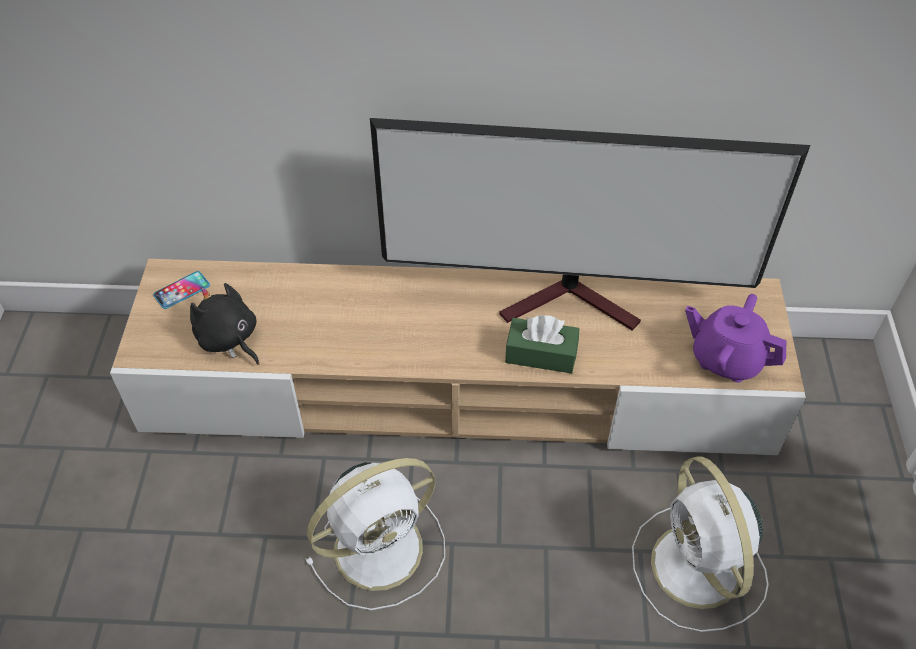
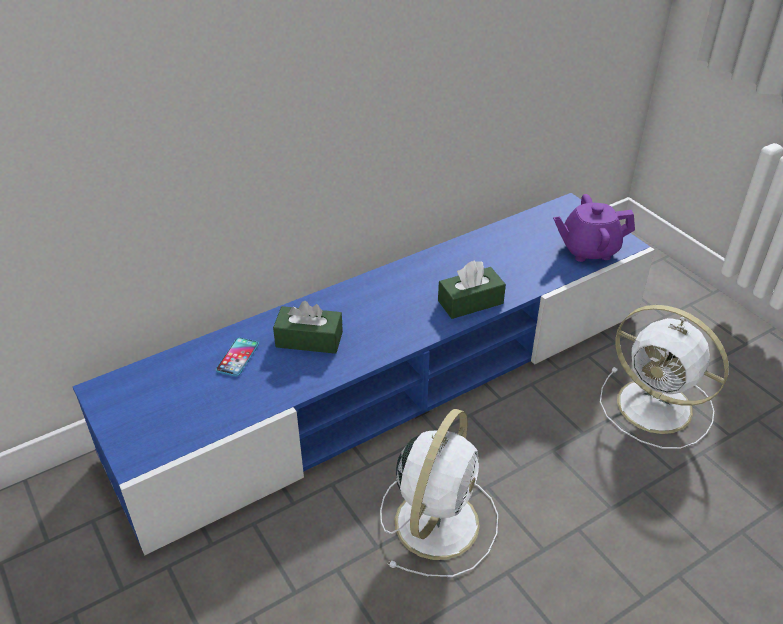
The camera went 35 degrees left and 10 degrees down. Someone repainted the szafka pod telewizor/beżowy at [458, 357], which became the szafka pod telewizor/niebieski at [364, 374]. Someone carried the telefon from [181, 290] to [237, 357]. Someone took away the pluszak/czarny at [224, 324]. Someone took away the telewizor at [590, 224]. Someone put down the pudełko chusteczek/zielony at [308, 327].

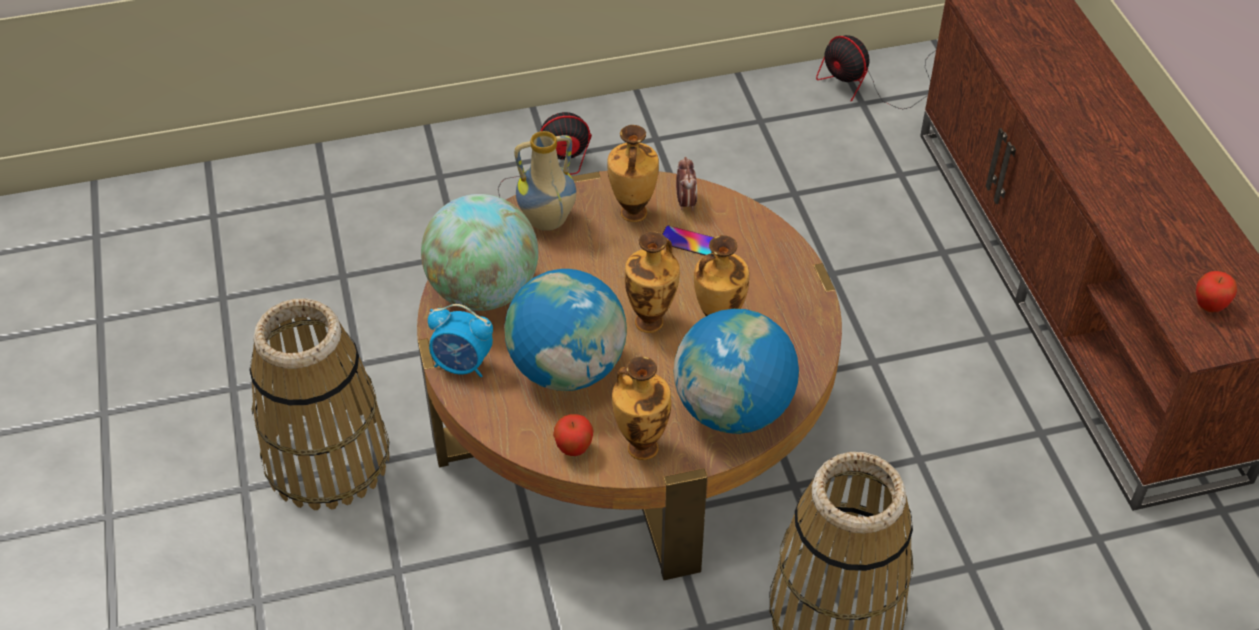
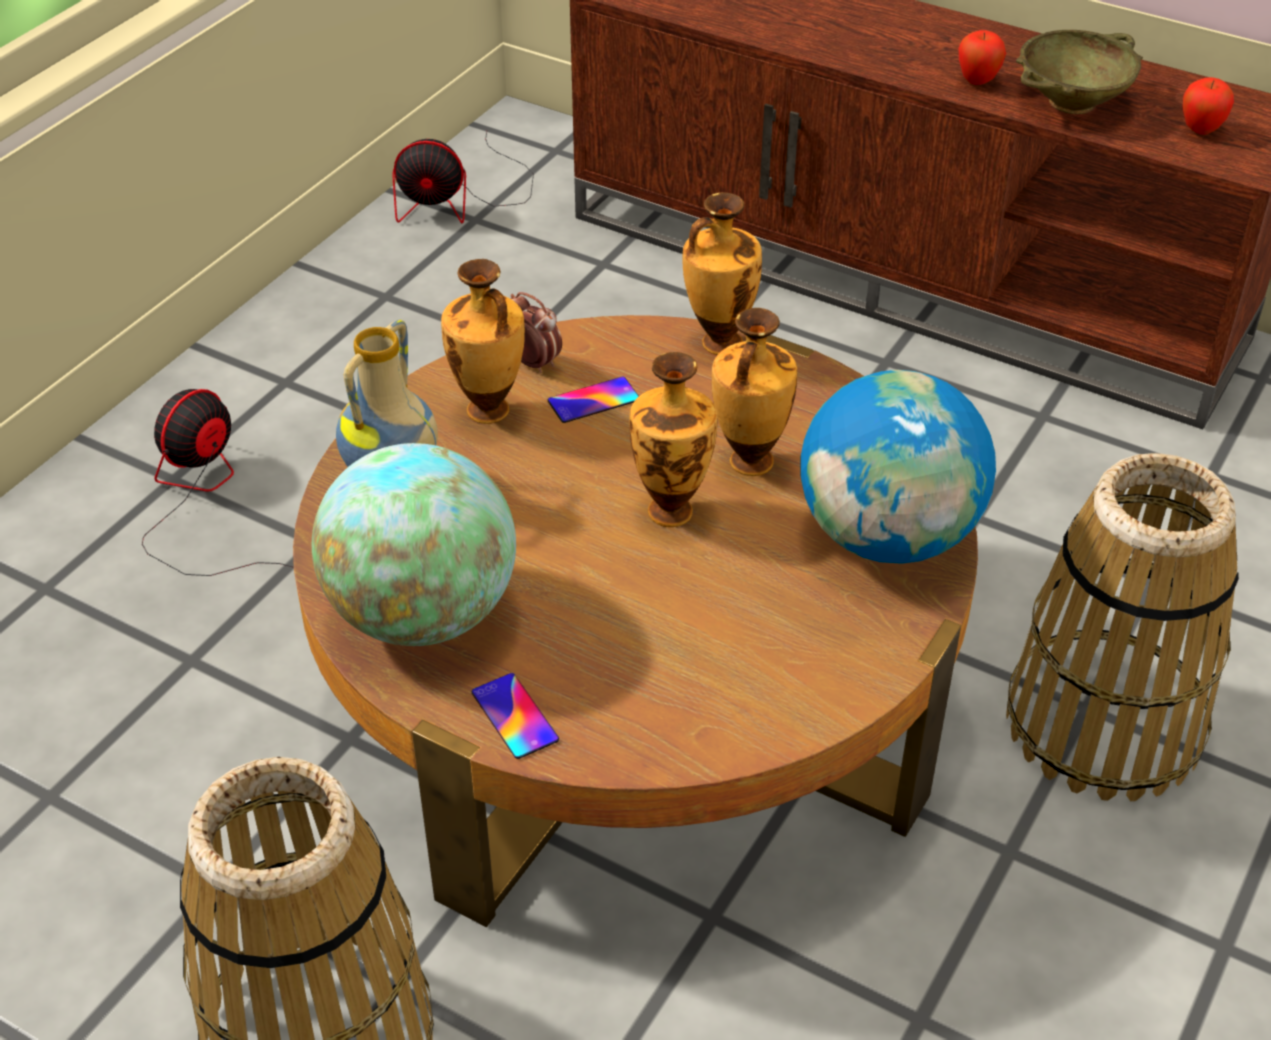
The camera went 45 degrees left and 5 degrees down. Someone swapped the budzik at [460, 340] for the telefon at [515, 716]. Someone took away the globus at [565, 330]. Someone carried the jabłko from [573, 435] to [982, 57]. Someone carried the wazon from [641, 408] to [722, 273]. Someone put down the miska/beżowy at [1079, 72].

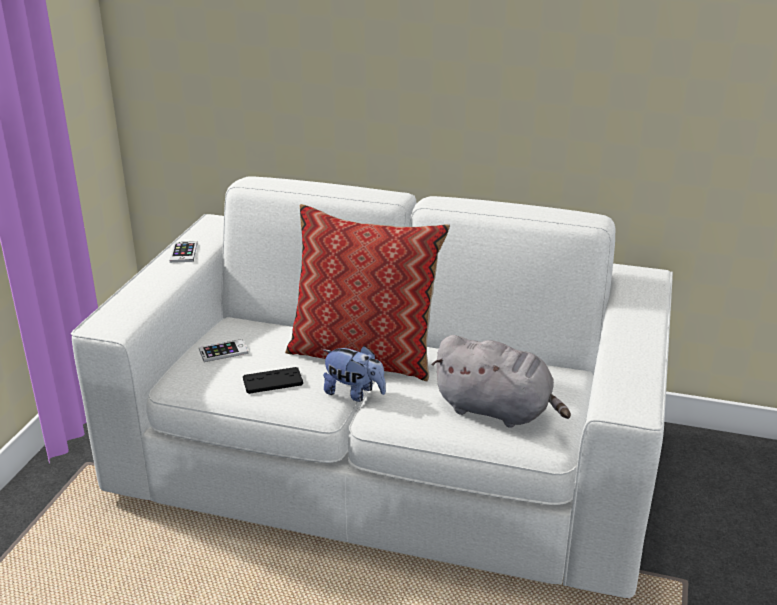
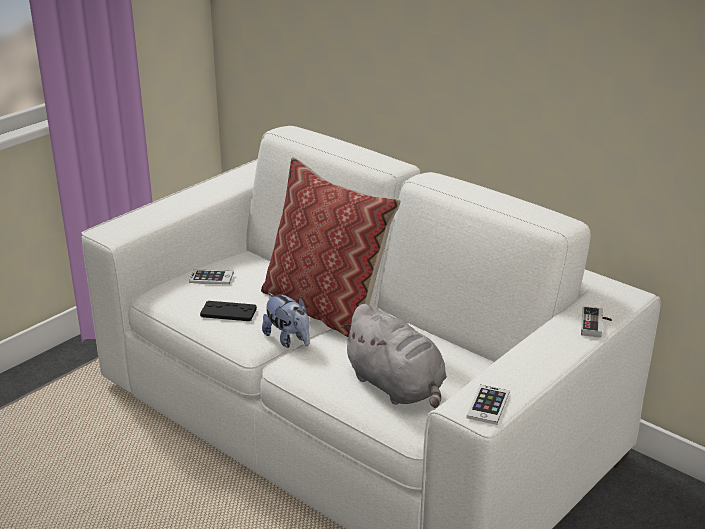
The camera went 25 degrees right and 0 degrees up. Someone carried the telefon from [183, 252] to [488, 405]. Someone put down the pad do gier at [596, 322].

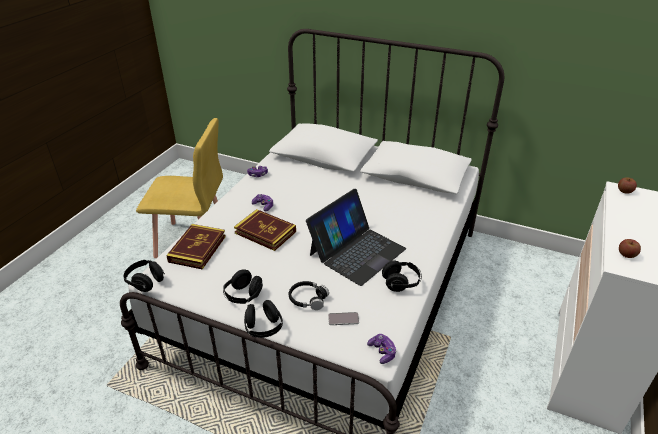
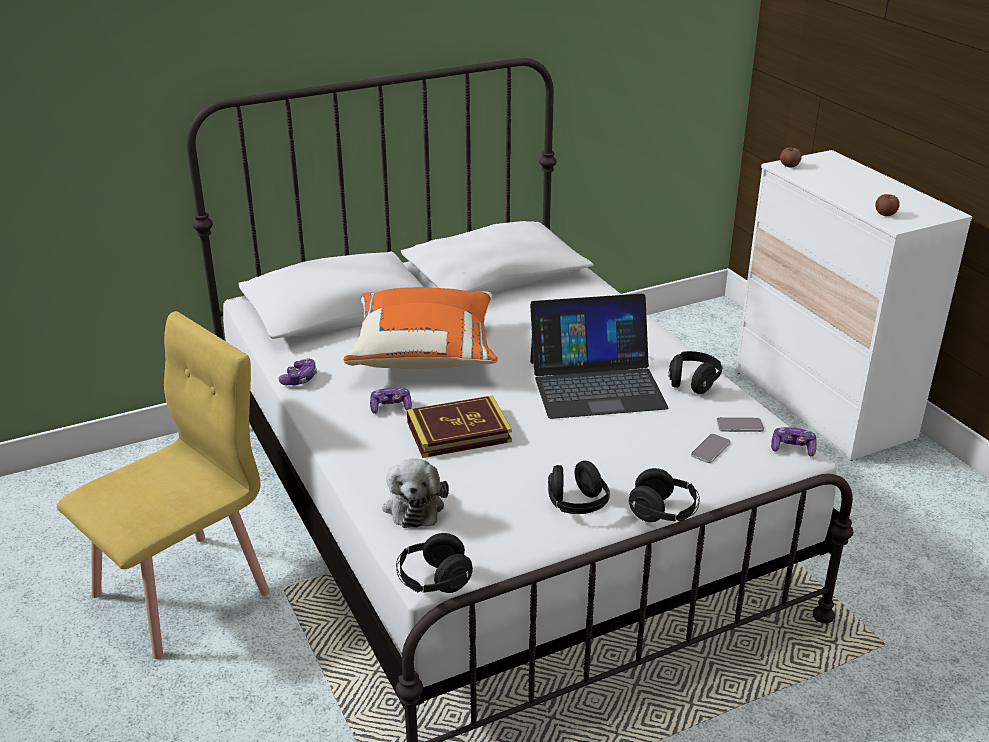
The camera went 50 degrees left and 5 degrees down. Someone swapped the książka at [196, 247] for the pluszak at [416, 493]. Someone took away the słuchawki/czarny at [309, 295]. Someone rotated the laptop at [356, 237] by 90 degrees clockwise. Someone put down the poduszka/pomarańczowy at [421, 328]. Someone put down the telefon at [740, 424].

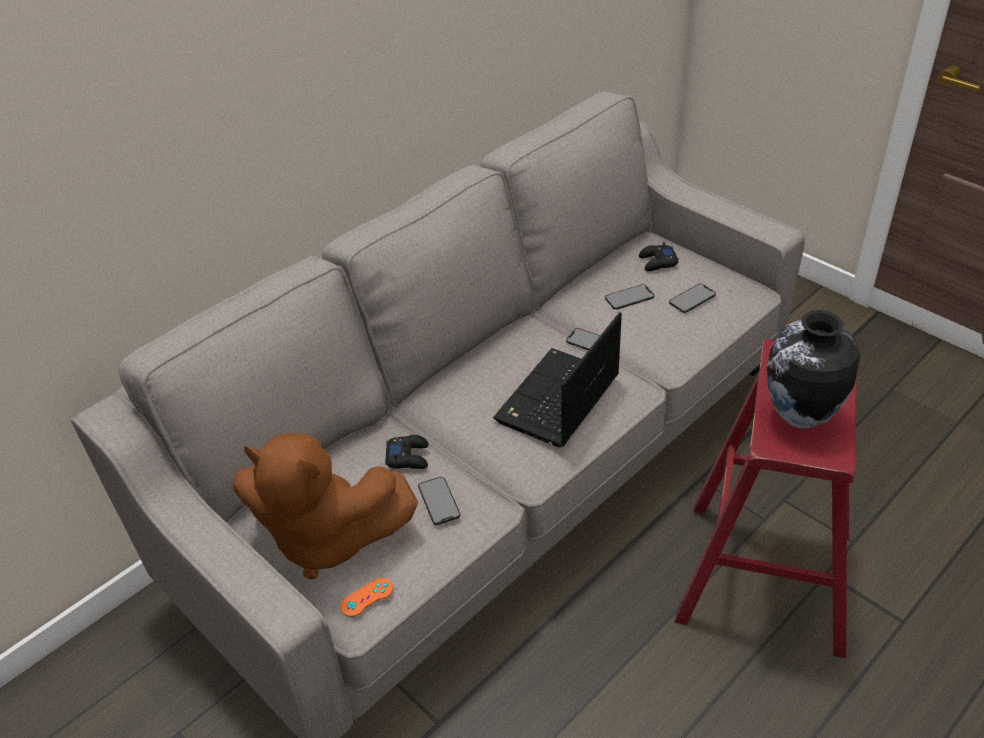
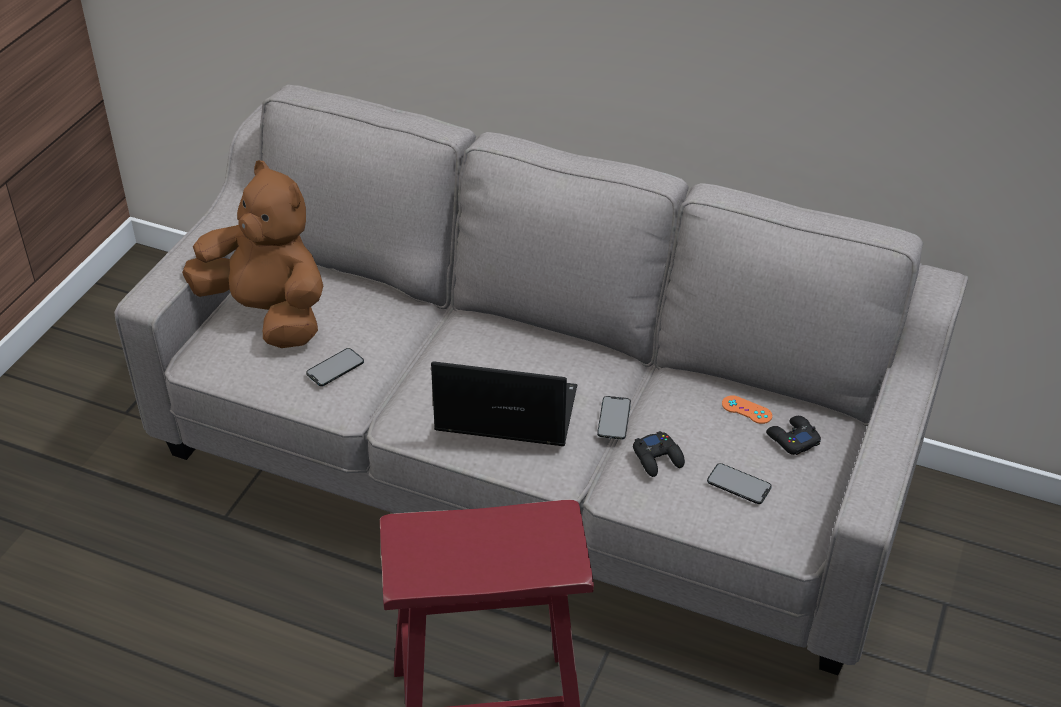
The camera went 65 degrees right and 0 degrees up. Someone rotated the pluszak/brązowy at [325, 506] by 135 degrees clockwise. Someone carried the pad do gier/pomarańczowy from [366, 597] to [747, 409]. Someone carried the pad do gier/czarny from [407, 452] to [659, 454]. Someone took away the telefon at [629, 297]. Someone took away the wazon at [813, 369].

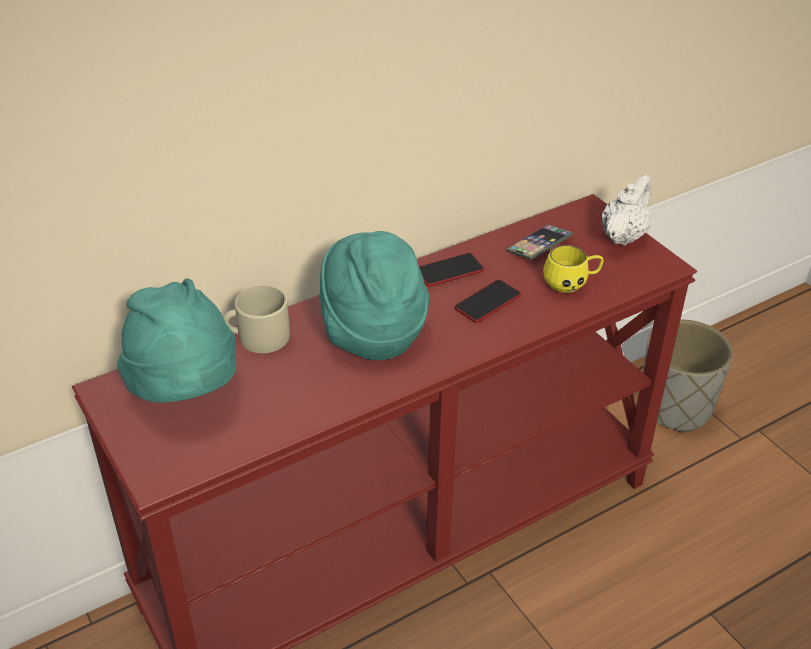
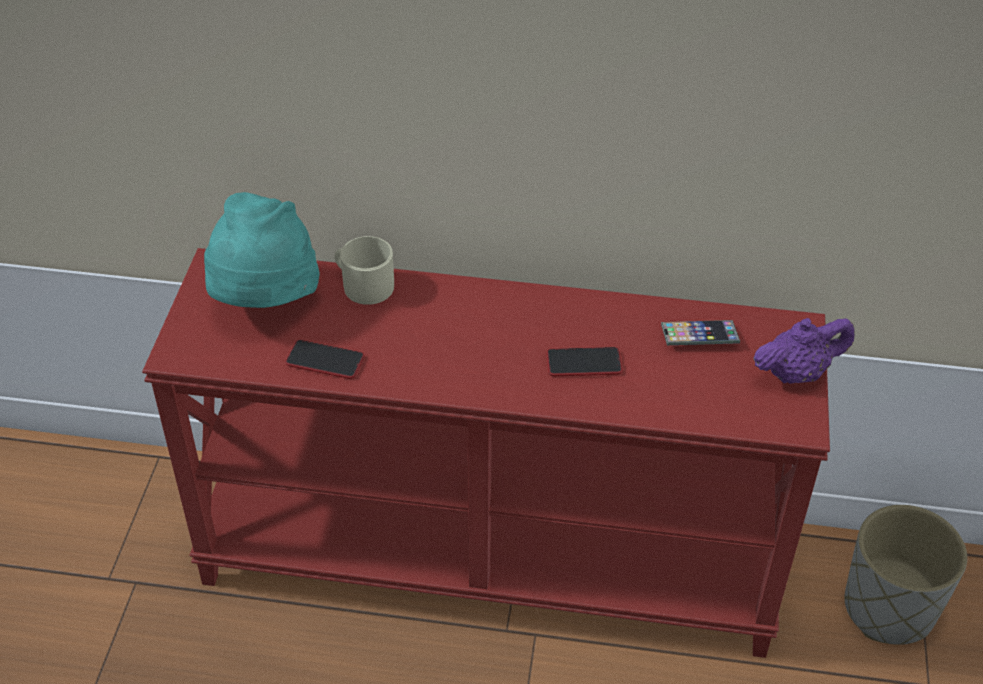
The camera went 40 degrees right and 5 degrees up. Someone took away the kapelusz/turkusowy at [374, 295]. Someone carried the telefon from [451, 269] to [324, 359]. Someone took away the kubek/żółty at [573, 269]. Someone repainted the imbryk/biały at [626, 210], which became the imbryk/fioletowy at [804, 351].

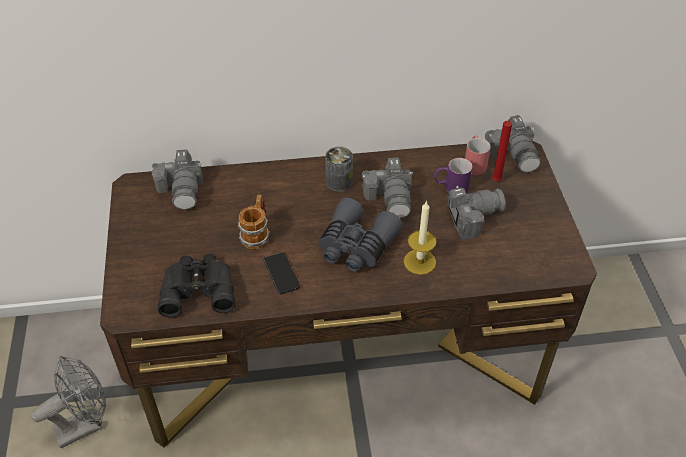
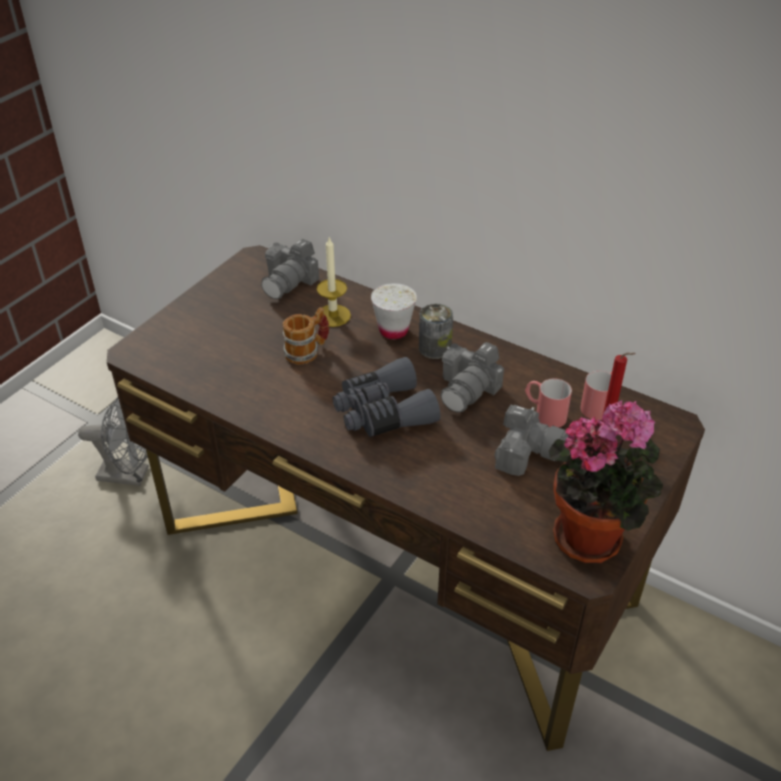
The camera went 40 degrees right and 5 degrees down. Someone took away the lornetka/czarny at [196, 286]. Someone took away the telefon at [281, 273]. Someone carried the świeca from [420, 238] to [334, 282]. Someone repainted the kubek/fioletowy at [453, 175], which became the kubek/czerwony at [548, 403]. Someone took away the aparat fotograficzny at [513, 144]. Someone put down the filiżanka/biały at [394, 311]. Someone put down the roślina doniczkowa at [606, 481].

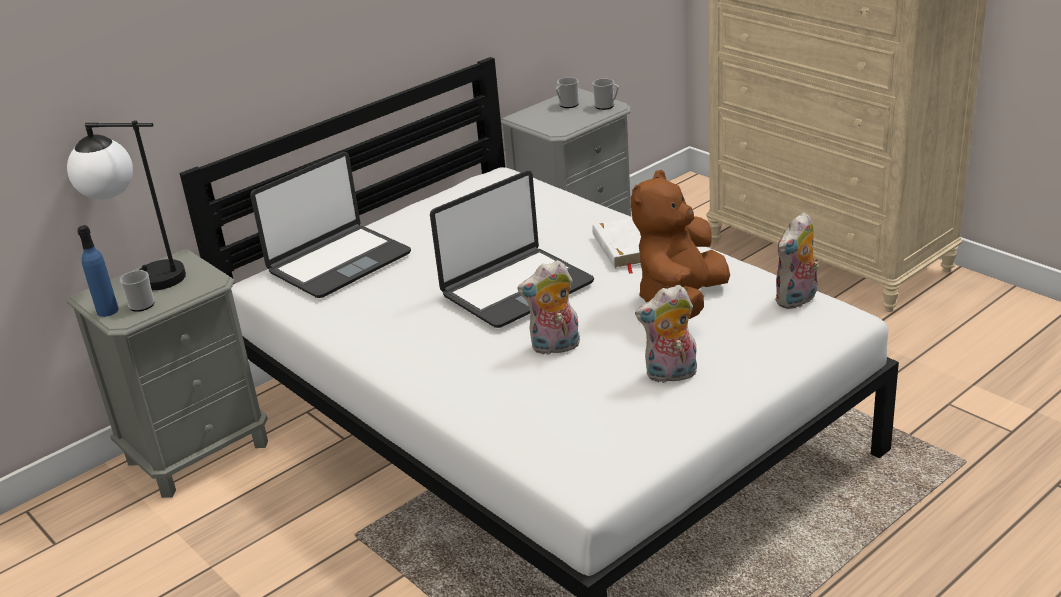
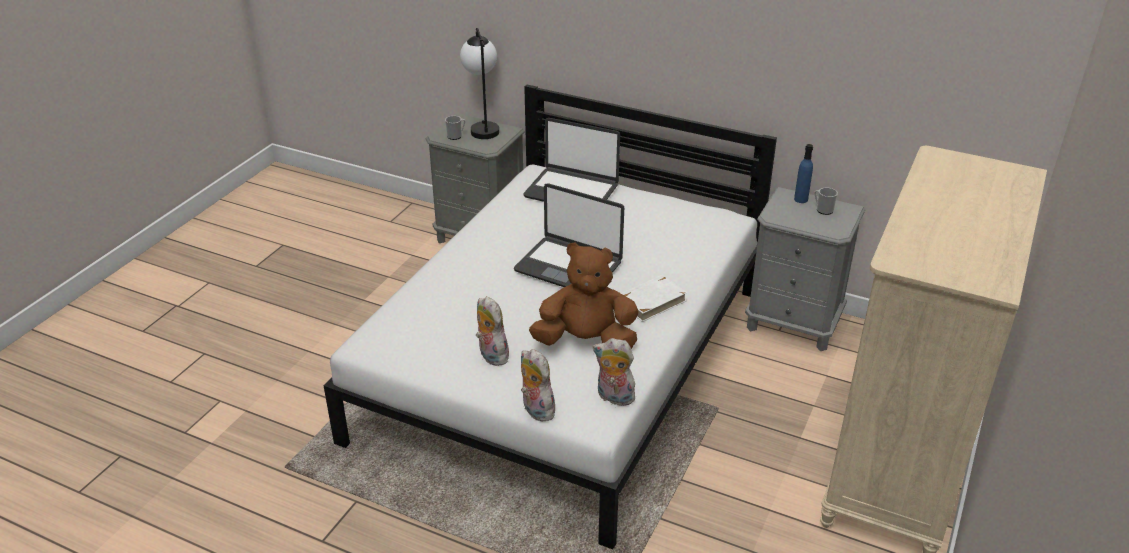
The camera went 65 degrees right and 5 degrees up. Someone carried the butelka/niebieski from [98, 271] to [803, 173]. Someone carried the pluszak from [548, 307] to [538, 385]. Someone took away the kubek at [605, 94].

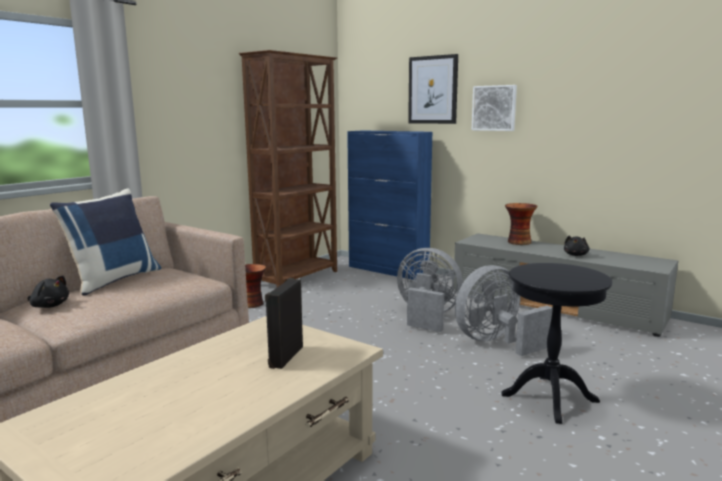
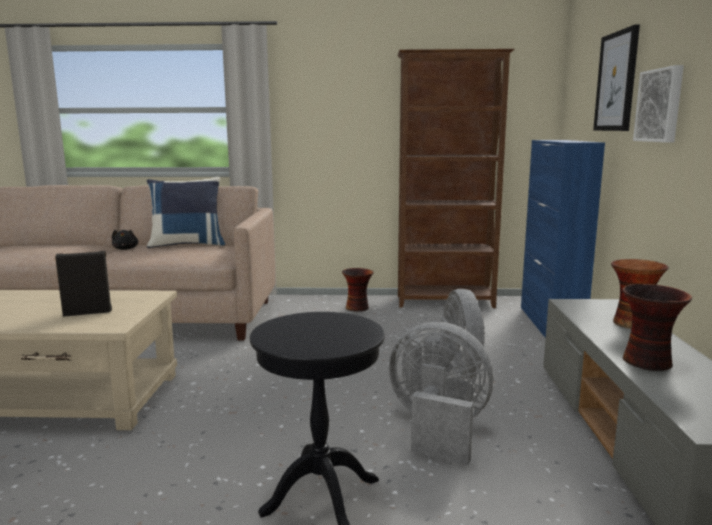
The camera went 55 degrees right and 0 degrees up. Someone swapped the pluszak/czarny at [576, 246] for the wazon at [657, 327].

